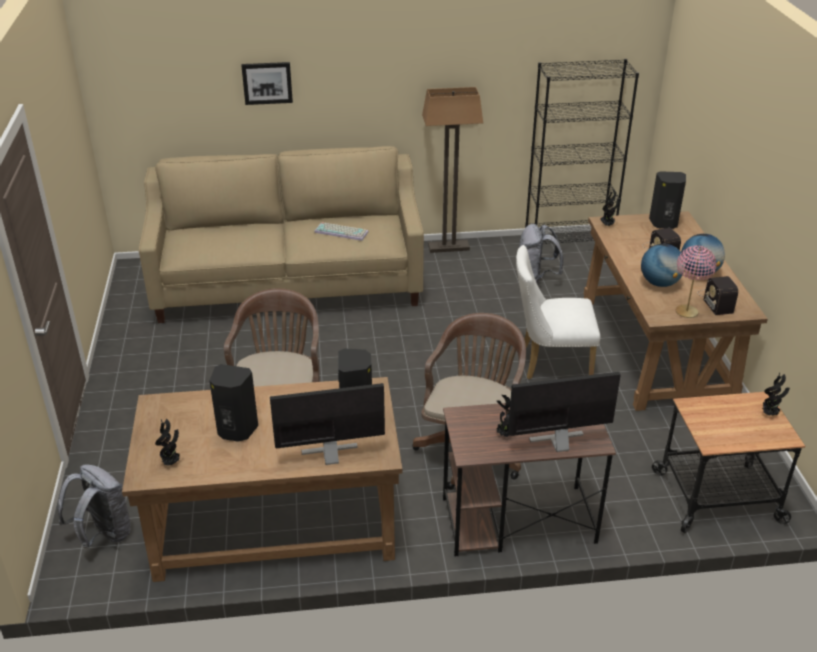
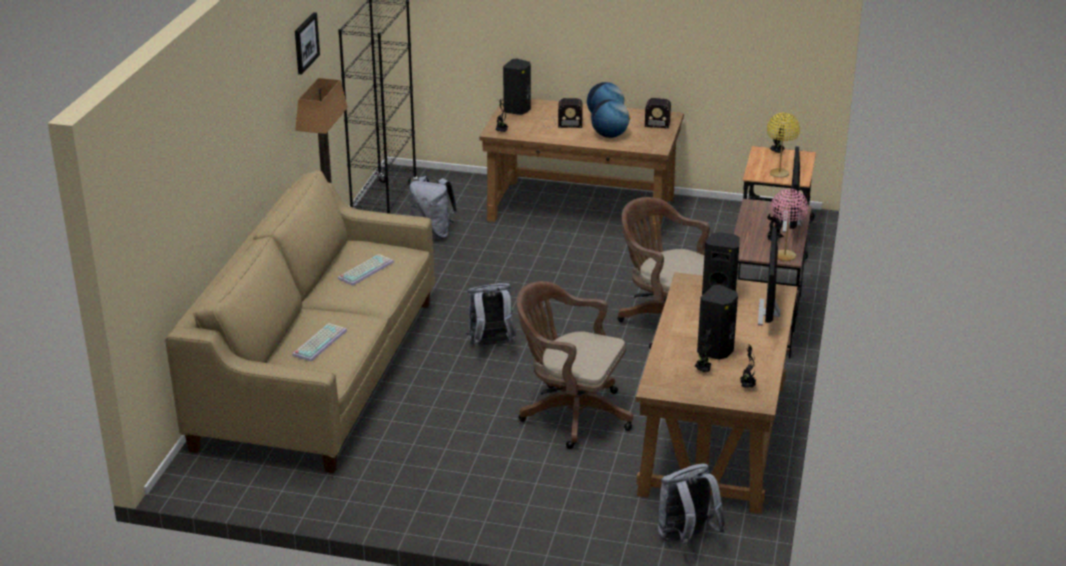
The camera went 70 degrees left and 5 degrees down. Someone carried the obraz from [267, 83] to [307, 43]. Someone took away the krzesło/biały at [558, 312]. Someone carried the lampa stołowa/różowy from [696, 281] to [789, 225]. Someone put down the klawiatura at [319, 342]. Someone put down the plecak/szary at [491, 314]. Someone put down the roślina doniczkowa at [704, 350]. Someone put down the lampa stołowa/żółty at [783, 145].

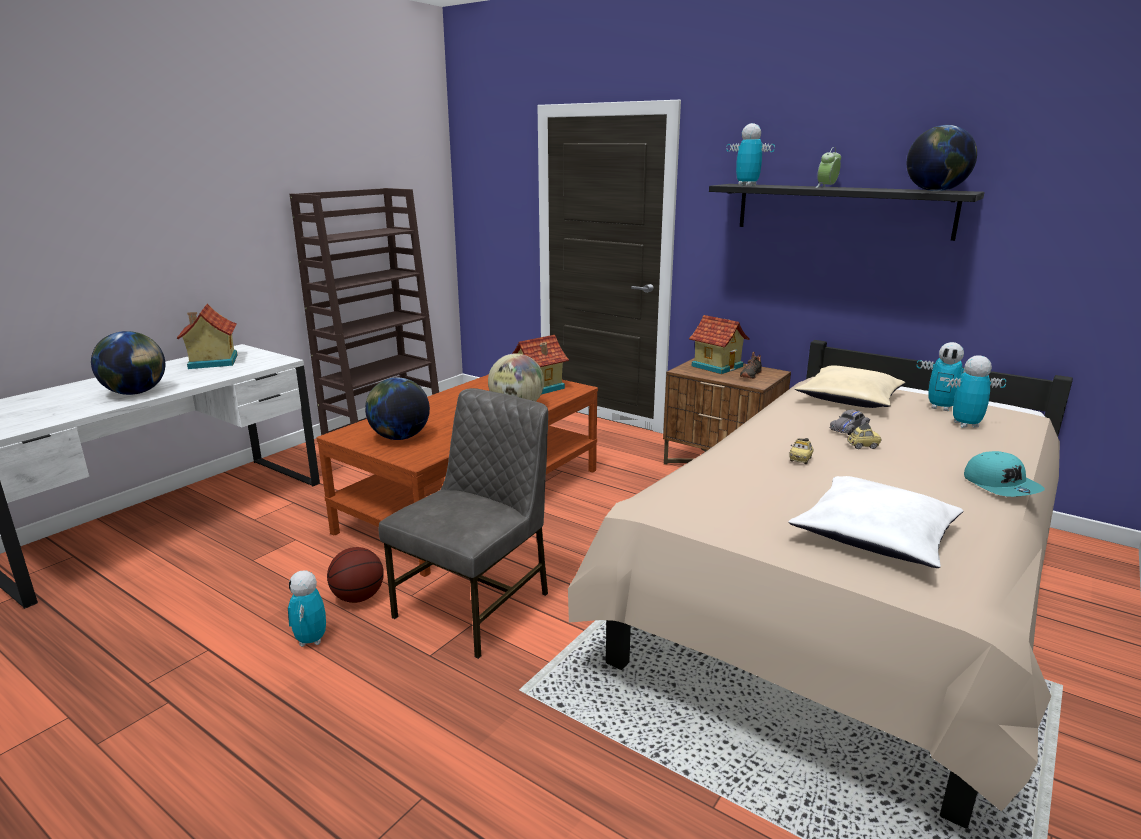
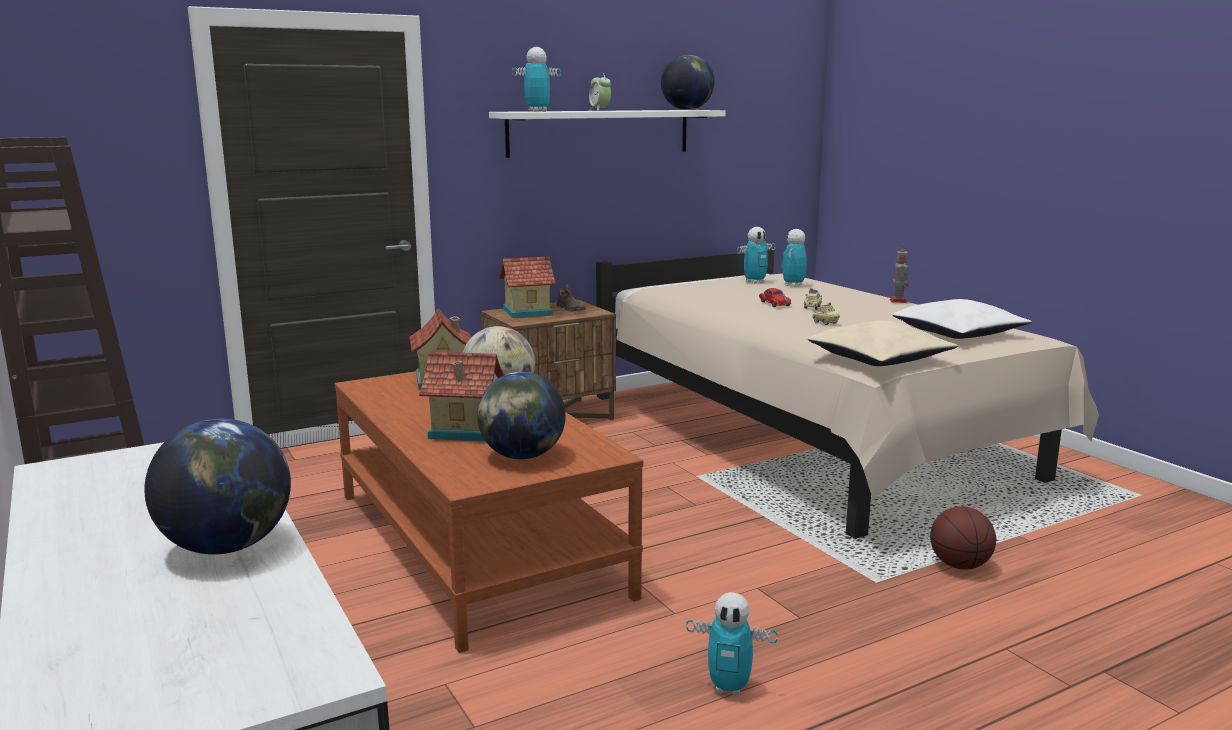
The camera went 65 degrees left and 5 degrees down. Someone carried the domek from [207, 336] to [462, 397]. Someone carried the piłka do koszykówki from [355, 575] to [963, 538]. Someone took away the krzesło/szary at [463, 523]. Someone repainted the półka/czarny at [847, 212], which became the półka/biały at [607, 134]. Someone carried the poduszka/beżowy from [850, 387] to [883, 343]. Someone repainted the samochodzik/szary at [849, 422], which became the samochodzik/czerwony at [775, 297]. Someone swapped the czapka z daszkiem/turkusowy at [1004, 474] for the robot zabawkowy at [899, 275].

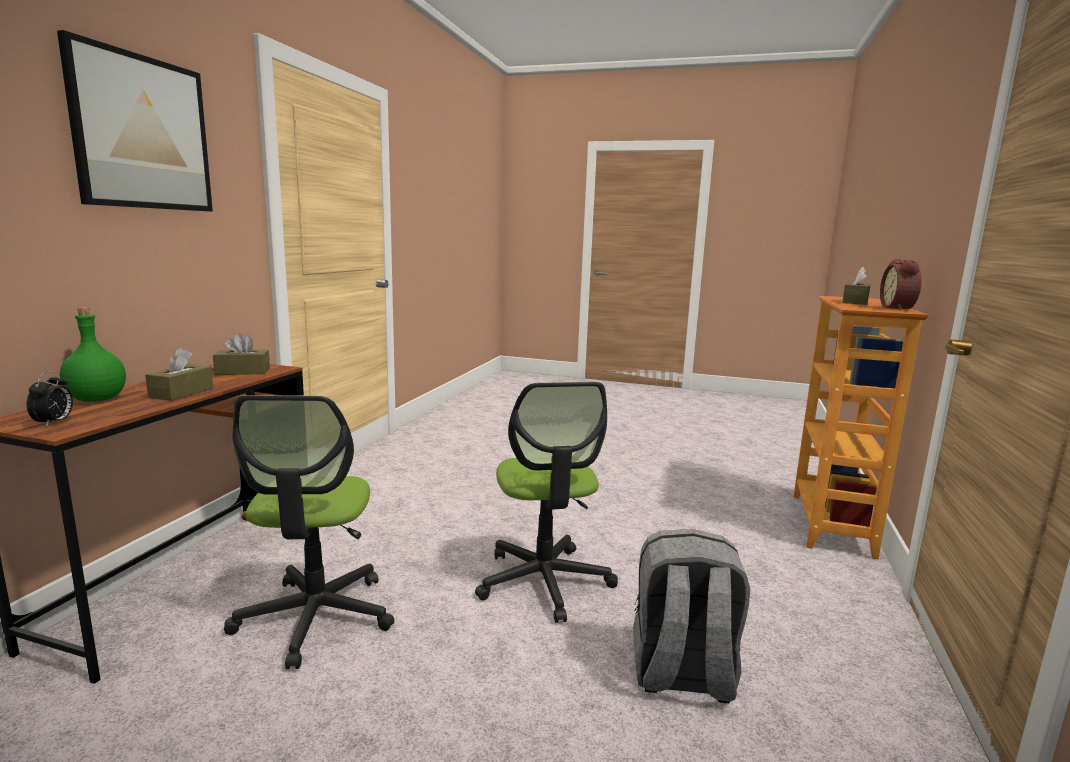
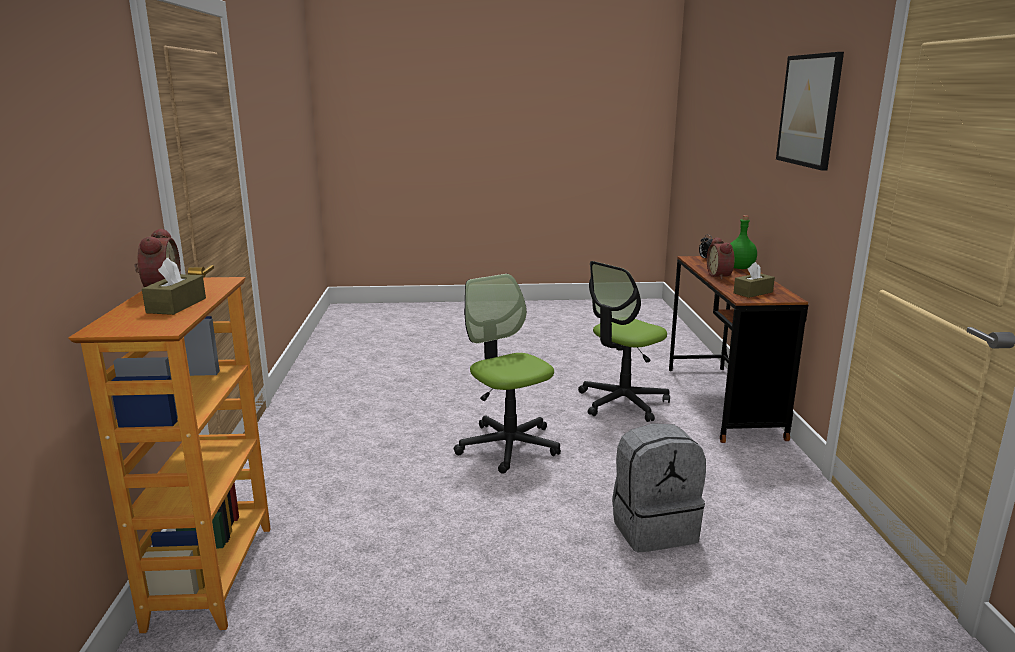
The camera went 160 degrees right and 5 degrees up. Someone swapped the pudełko chusteczek/brązowy at [179, 374] for the budzik at [721, 258]. Someone rotated the krzesło biurowe at [309, 532] by 105 degrees counterclockwise. Someone carried the plecak/szary from [691, 616] to [659, 487].

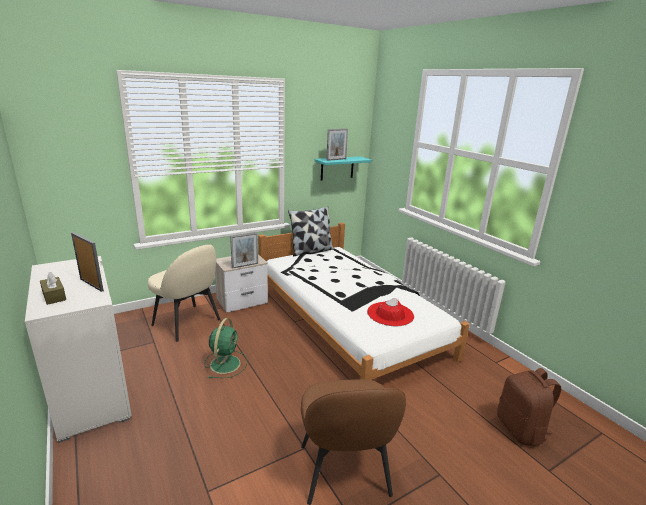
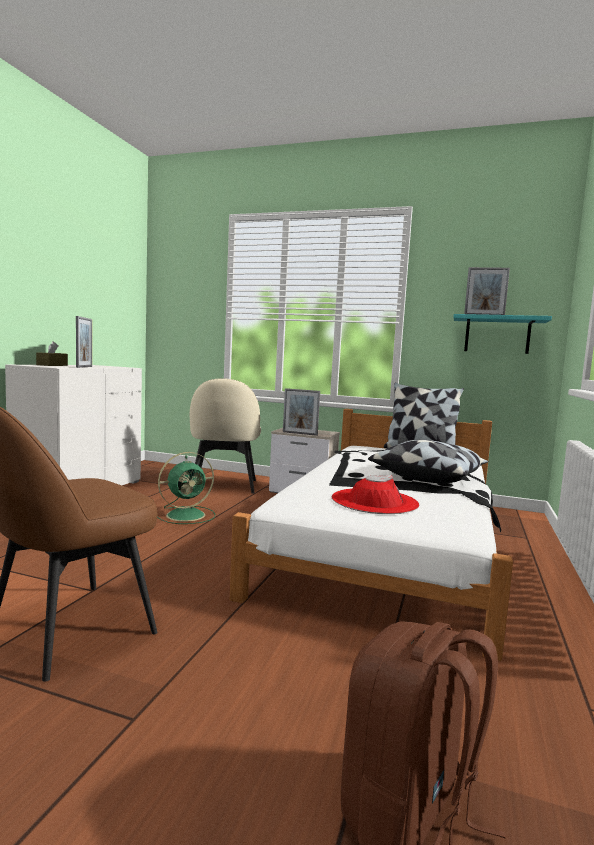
The camera went 50 degrees right and 15 degrees down. Someone put down the poduszka at [428, 461].

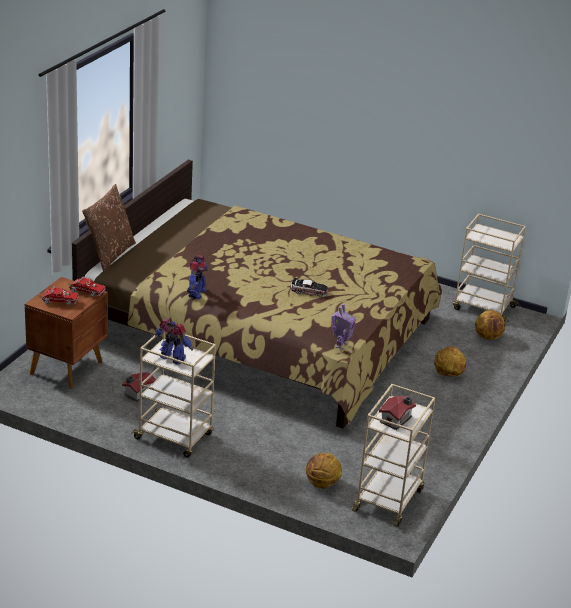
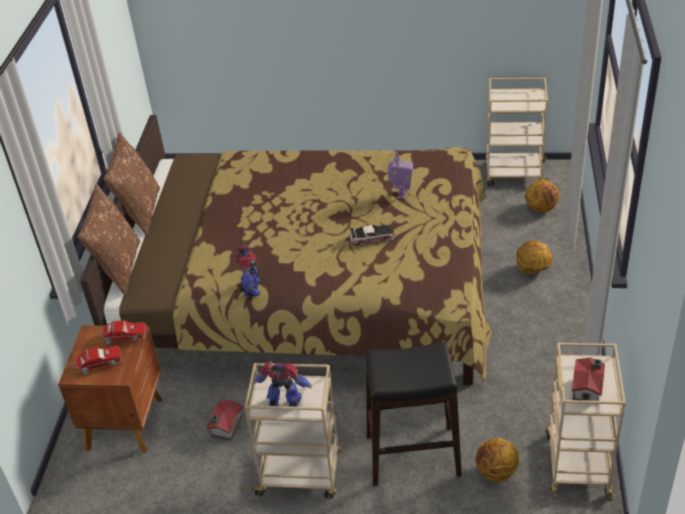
The camera went 15 degrees left and 10 degrees up. Someone carried the robot zabawkowy from [343, 327] to [400, 175]. Someone put down the poduszka/brązowy at [131, 183]. Someone put down the stołek/czarny at [413, 414].

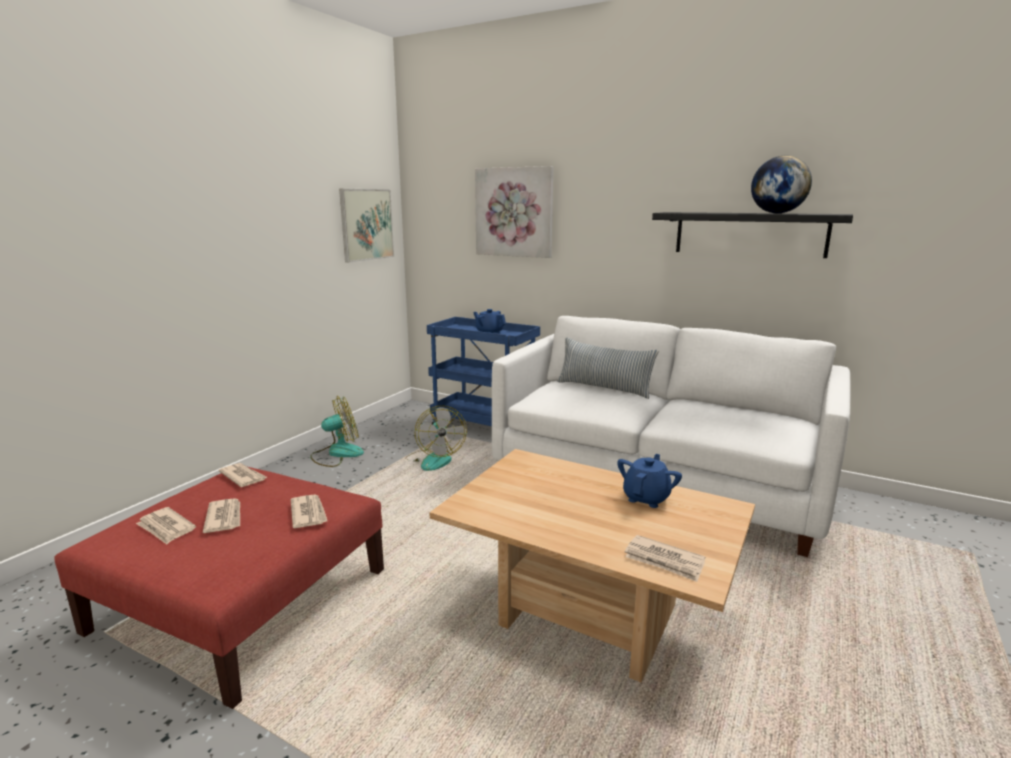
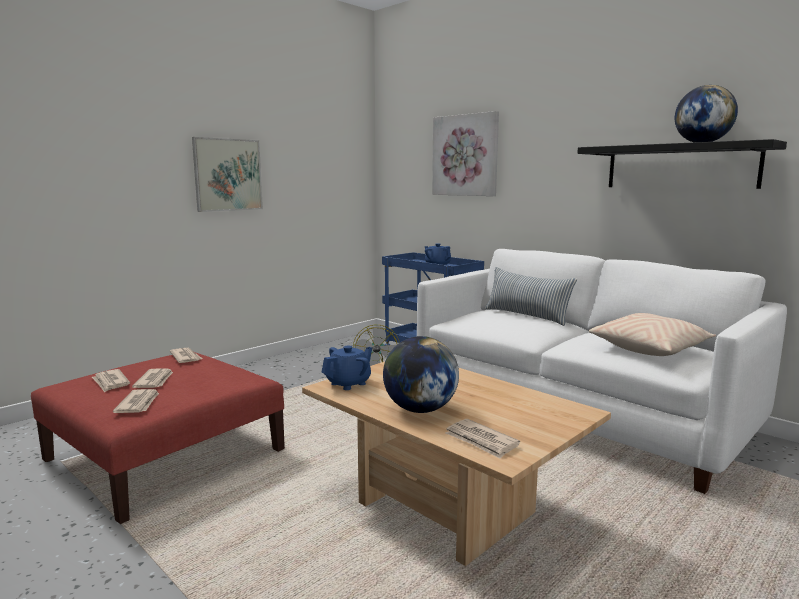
The camera went 15 degrees right and 5 degrees down. Someone carried the gazeta from [309, 511] to [136, 401]. Someone took away the wentylator at [337, 432]. Someone carried the obraz from [366, 226] to [227, 174]. Someone carried the imbryk/niebieski from [649, 481] to [347, 367]. Someone put down the globus at [421, 374]. Someone put down the poduszka/beżowy at [652, 334].

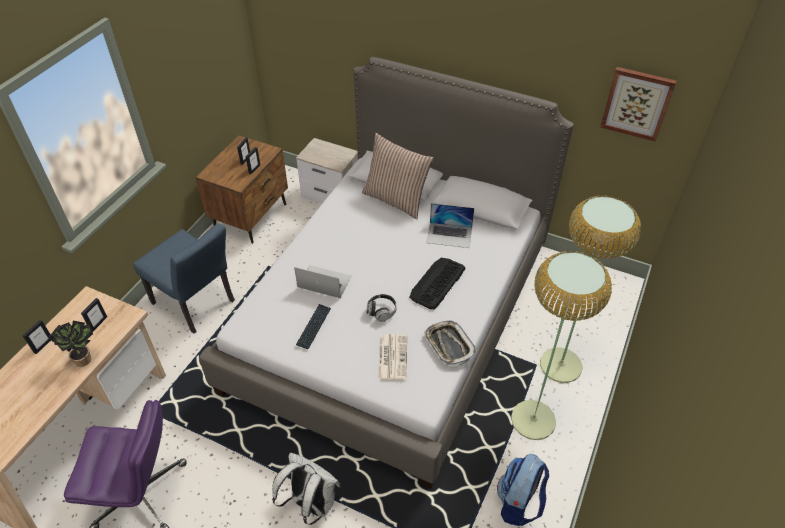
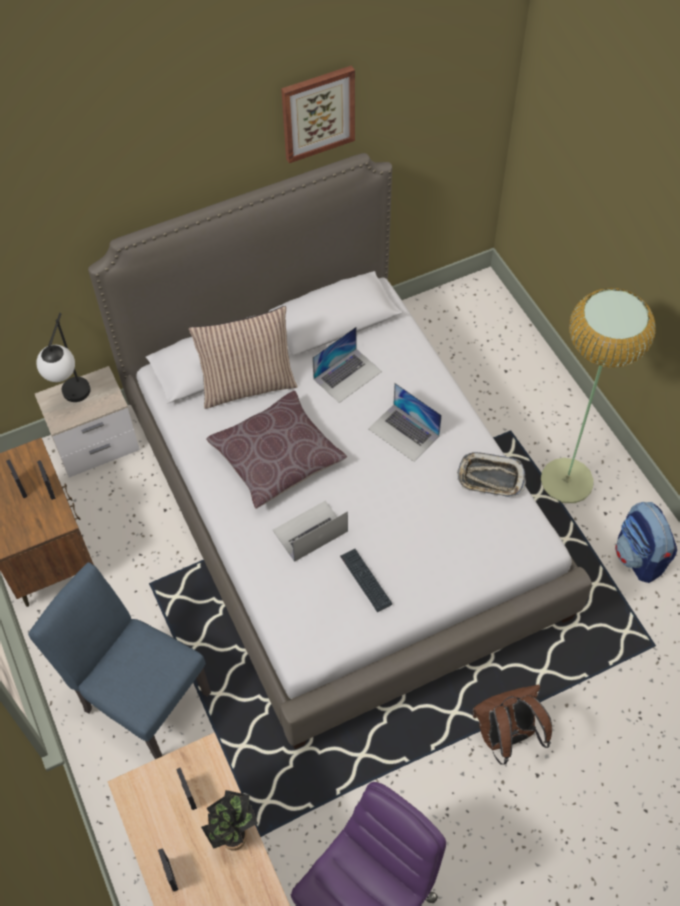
The camera went 50 degrees left and 10 degrees up. Someone rotated the krzesło/niebieski at [184, 278] by 135 degrees counterclockwise. Someone repainted the plecak/biały at [306, 488], which became the plecak/brązowy at [512, 724]. Someone took away the słuchawki at [382, 308]. Someone took away the gazeta at [392, 357]. Someone swapped the klawiatura at [437, 283] for the laptop at [405, 422]. Someone took away the lampa stojąca at [590, 289]. Someone carried the obraz from [638, 104] to [318, 114]. Someone put down the lampa stołowa at [63, 357]. Someone put down the poduszka/brązowy at [276, 450].

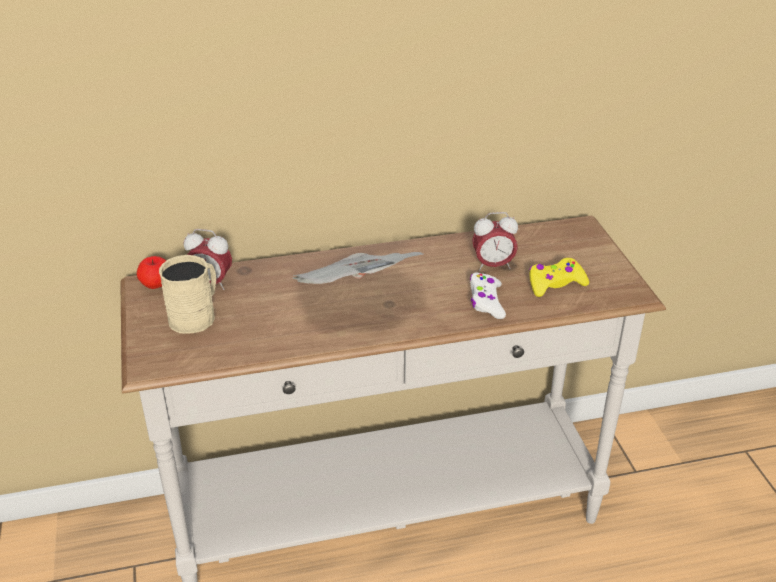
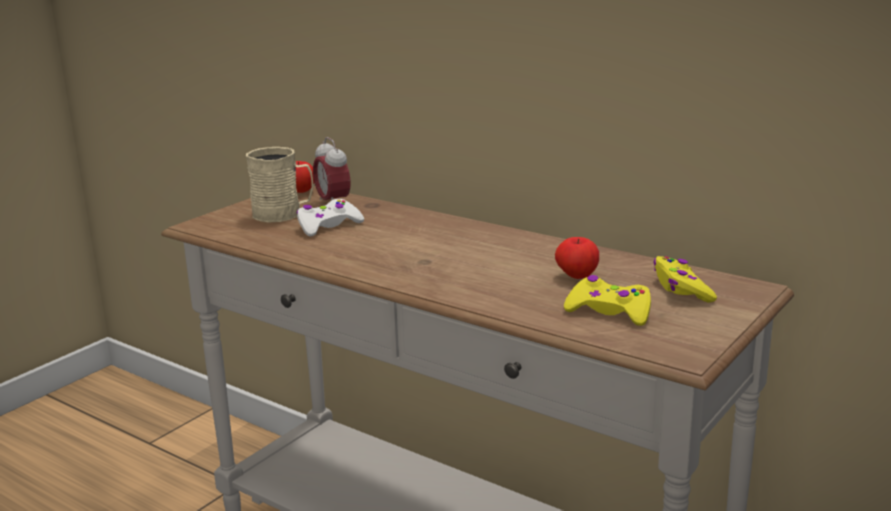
The camera went 50 degrees right and 15 degrees down. Someone took away the gazeta at [358, 268]. Someone carried the pad do gier/biały from [488, 295] to [330, 218]. Someone swapped the budzik at [495, 241] for the jabłko at [577, 258]. Someone put down the pad do gier/żółty at [685, 279].

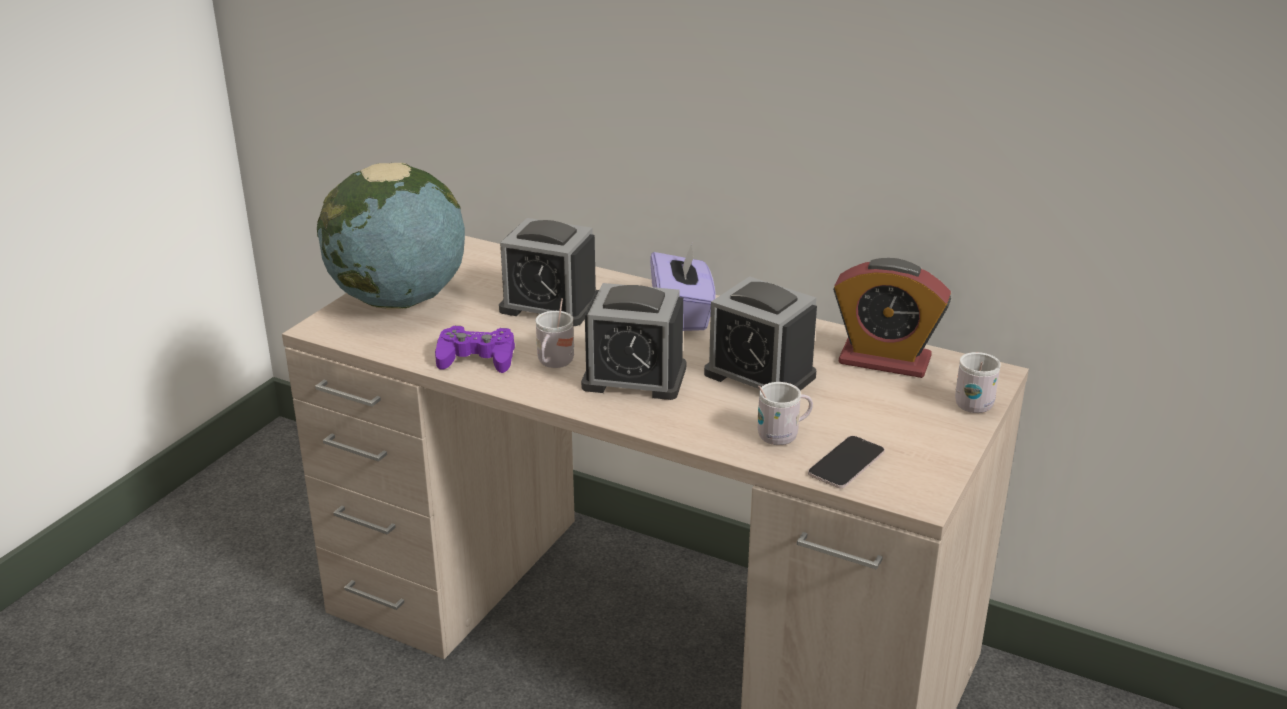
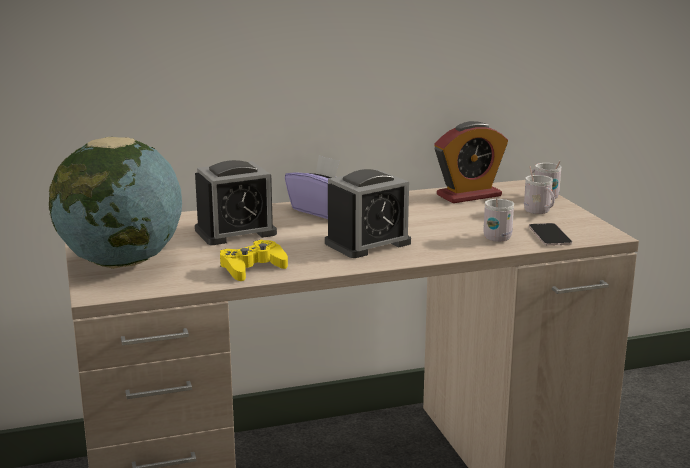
The camera went 45 degrees left and 10 degrees down. Someone repainted the pad do gier/fioletowy at [475, 349], which became the pad do gier/żółty at [254, 260]. Someone carried the kubek/biały from [555, 333] to [539, 190]. Someone took away the budzik at [760, 333].

